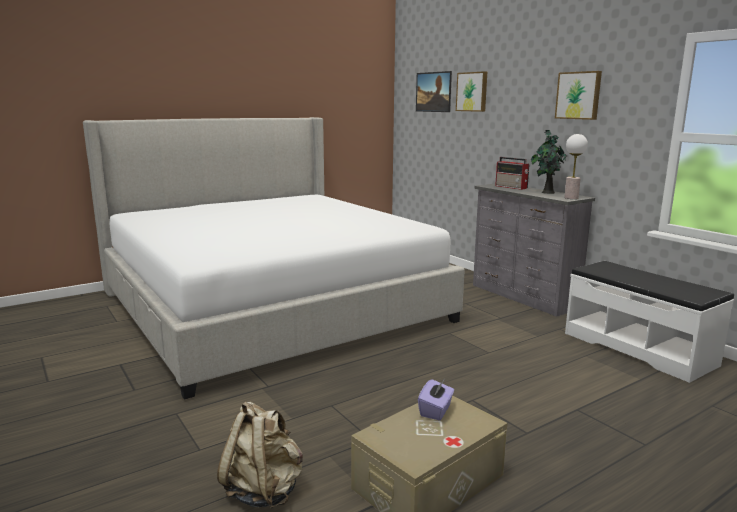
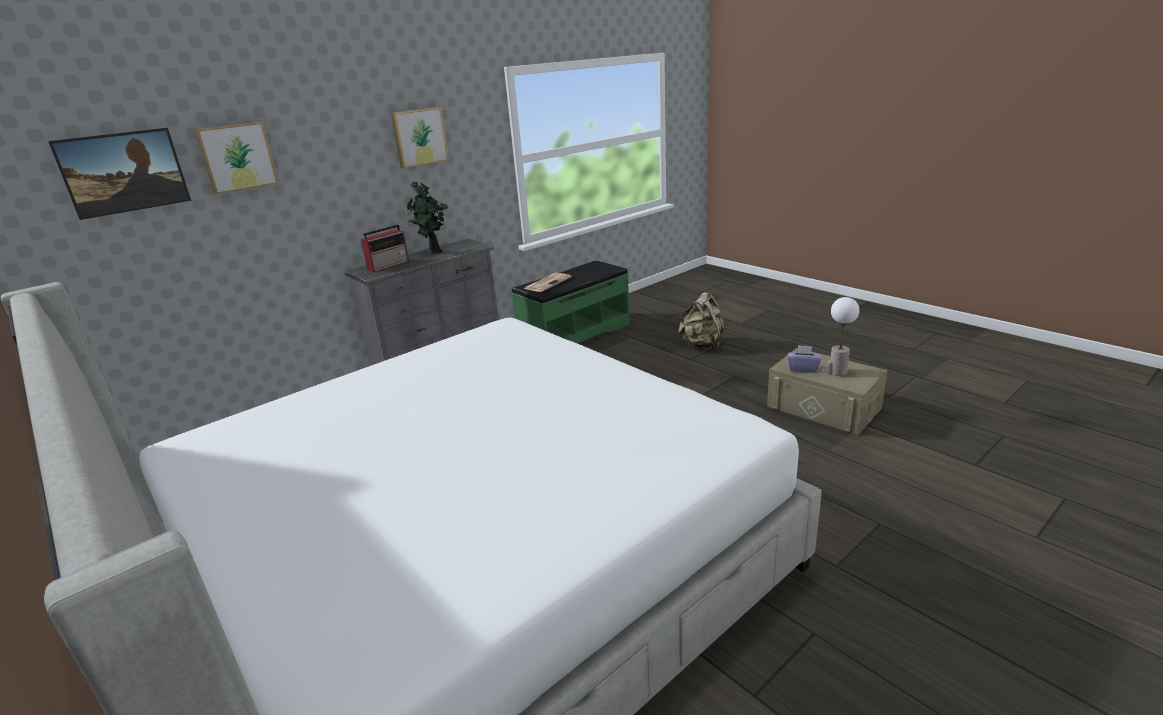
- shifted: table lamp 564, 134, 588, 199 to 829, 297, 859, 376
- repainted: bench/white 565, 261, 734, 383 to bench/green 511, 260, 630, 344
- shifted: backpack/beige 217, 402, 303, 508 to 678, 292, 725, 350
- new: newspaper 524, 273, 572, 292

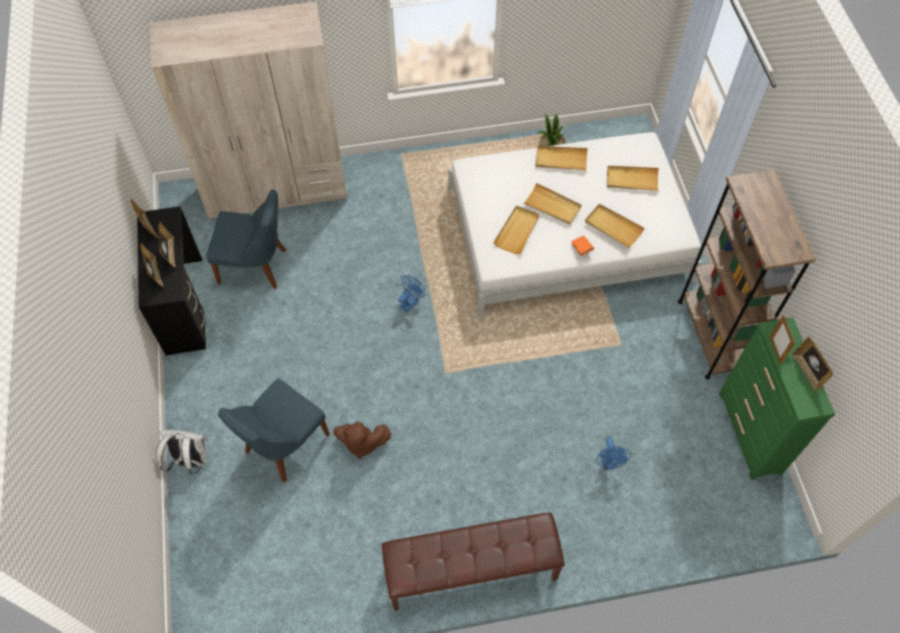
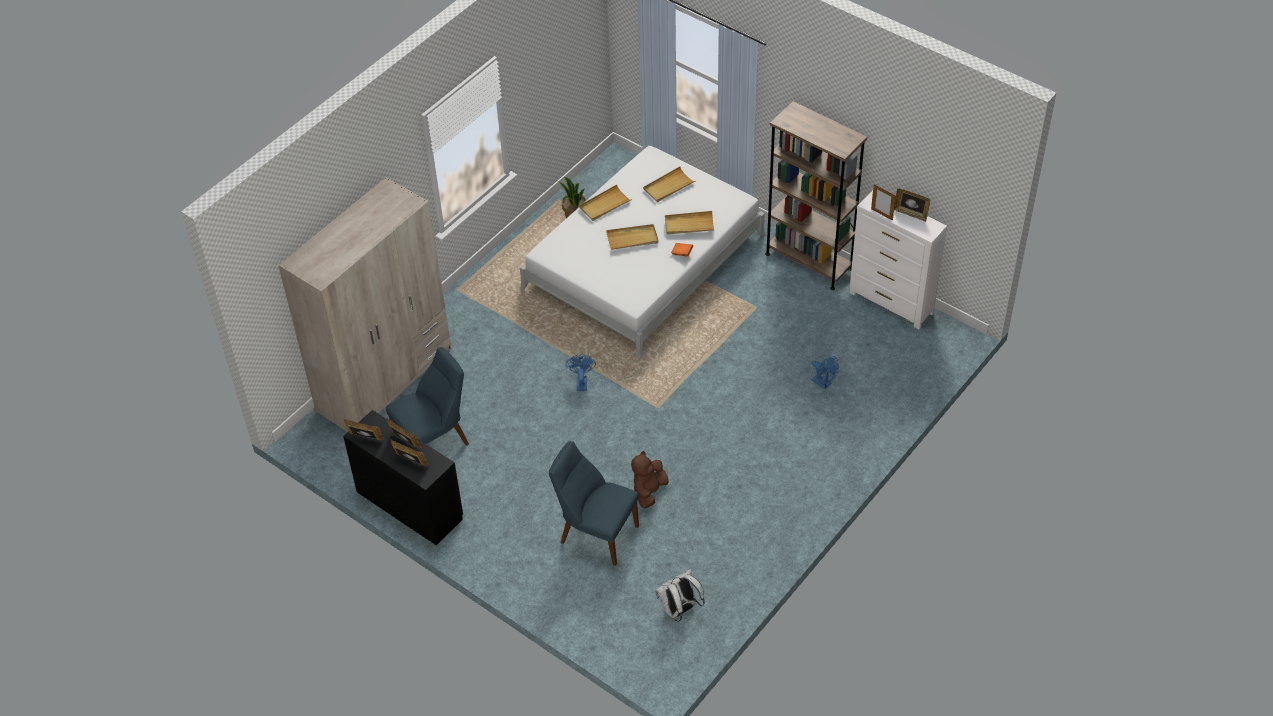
- gone: tray/beige 493, 206, 539, 254
- repainted: dresser/green 719, 317, 835, 480 to dresser/white 849, 190, 947, 329
- rotated: chair/blue 218, 378, 330, 482 = 549, 441, 639, 566 120 degrees clockwise
- rotated: plush toy/brown 333, 422, 392, 459 = 631, 451, 669, 508 150 degrees clockwise
- shifted: backpack/white 156, 430, 207, 474 to 655, 569, 705, 622
- gone: bench/brown 382, 513, 565, 611

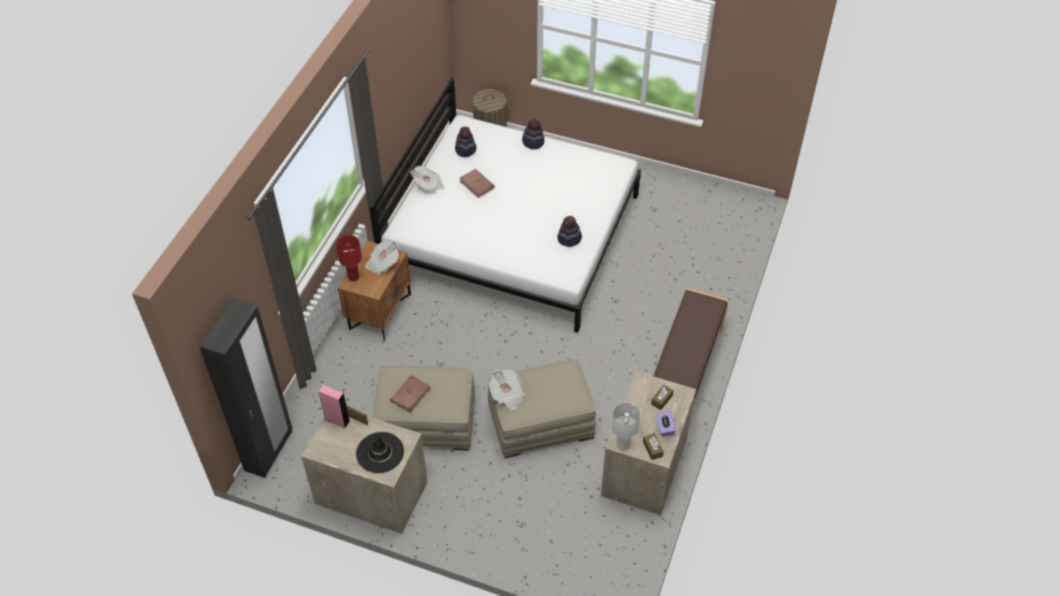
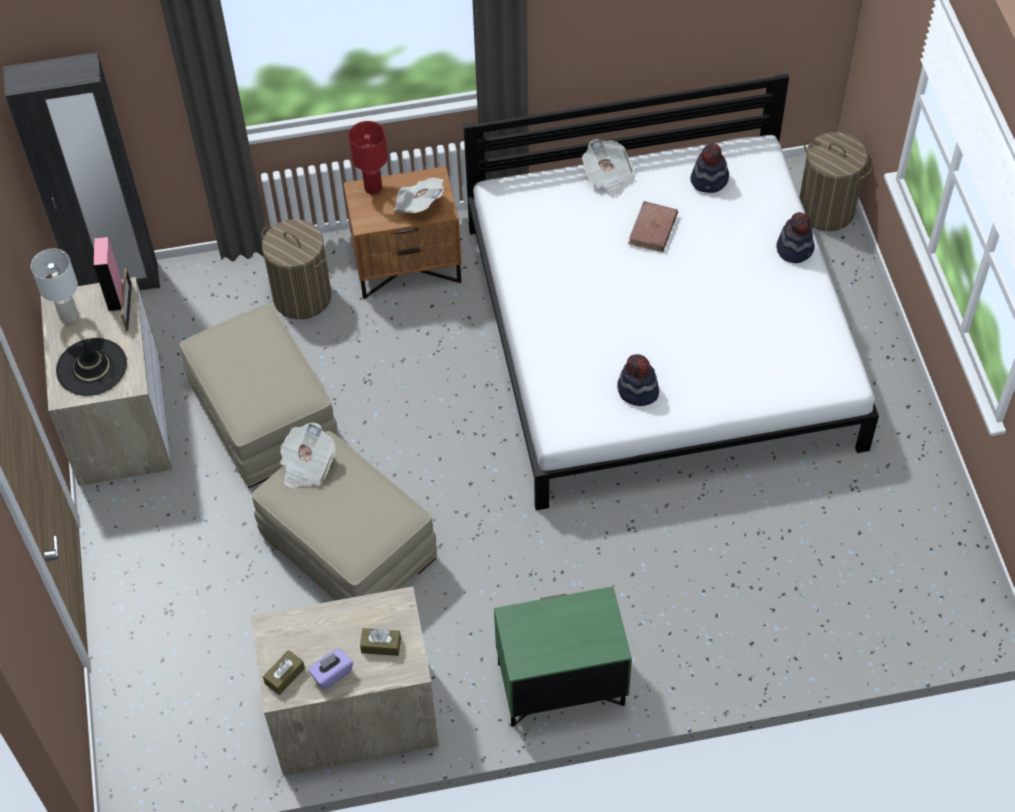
- swapped: bench/brown 654, 288, 729, 431 to nightstand/green 494, 586, 632, 727
- gone: book/brown 390, 375, 431, 413
- shifted: table lamp/white 612, 402, 640, 451 to 31, 249, 78, 323
- new: laundry basket 262, 219, 331, 320

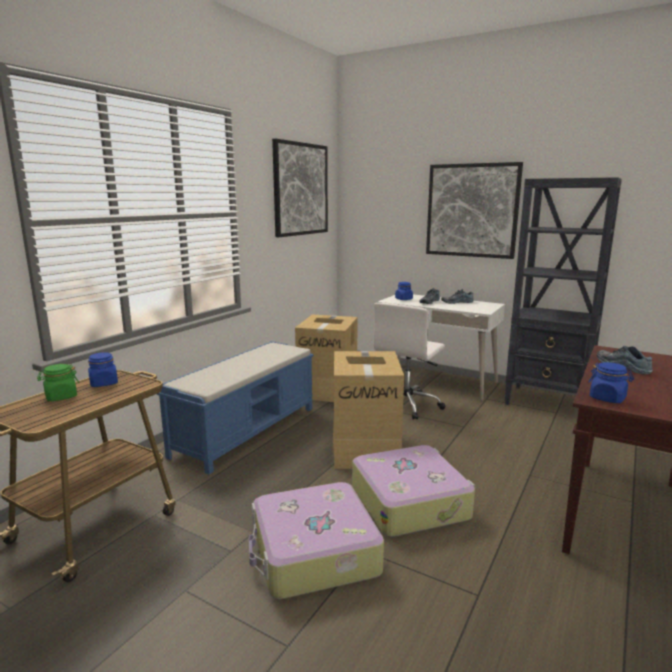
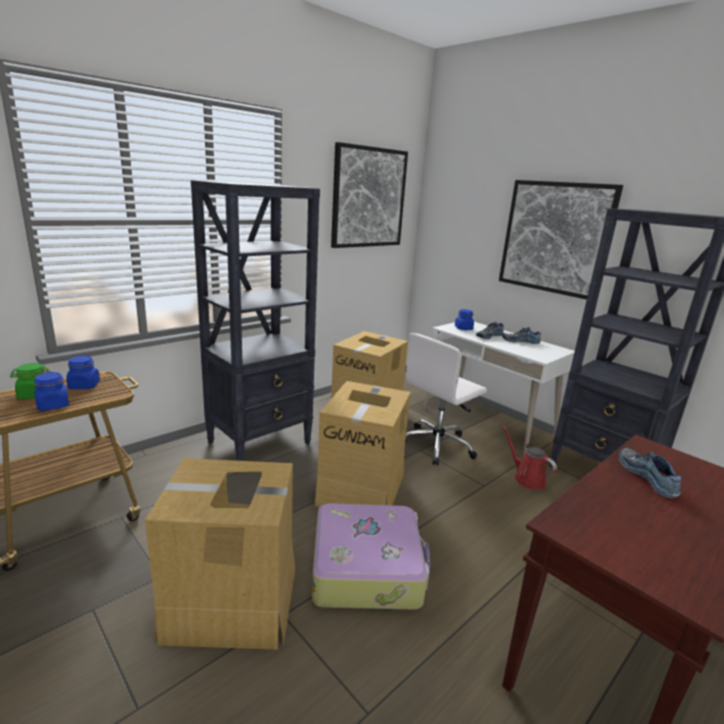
- swapped: bench/blue 157, 341, 313, 475 to bookcase/black 191, 180, 320, 461
- shifted: jar/blue 589, 362, 634, 403 to 34, 372, 69, 411
- swapped: suitcase 249, 482, 384, 599 to cardboard box 145, 458, 295, 650
- new: watering can/red 503, 426, 557, 490

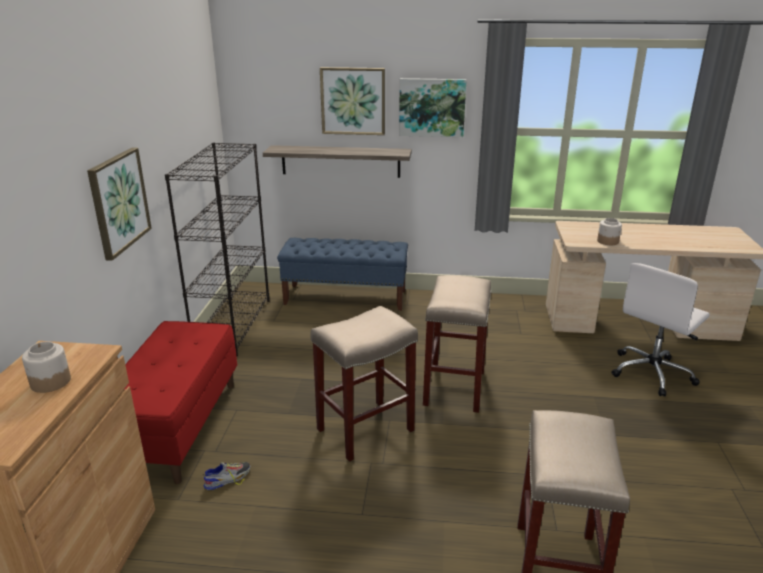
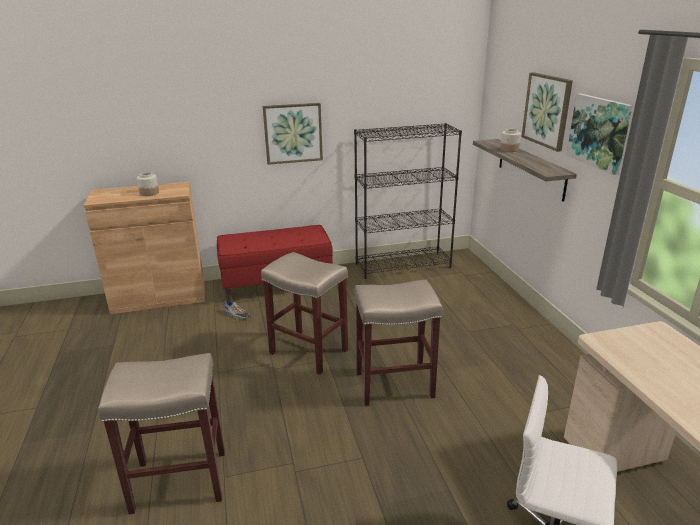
- shifted: jar 597, 218, 622, 245 to 500, 129, 521, 152
- gone: bench/blue 277, 238, 408, 311

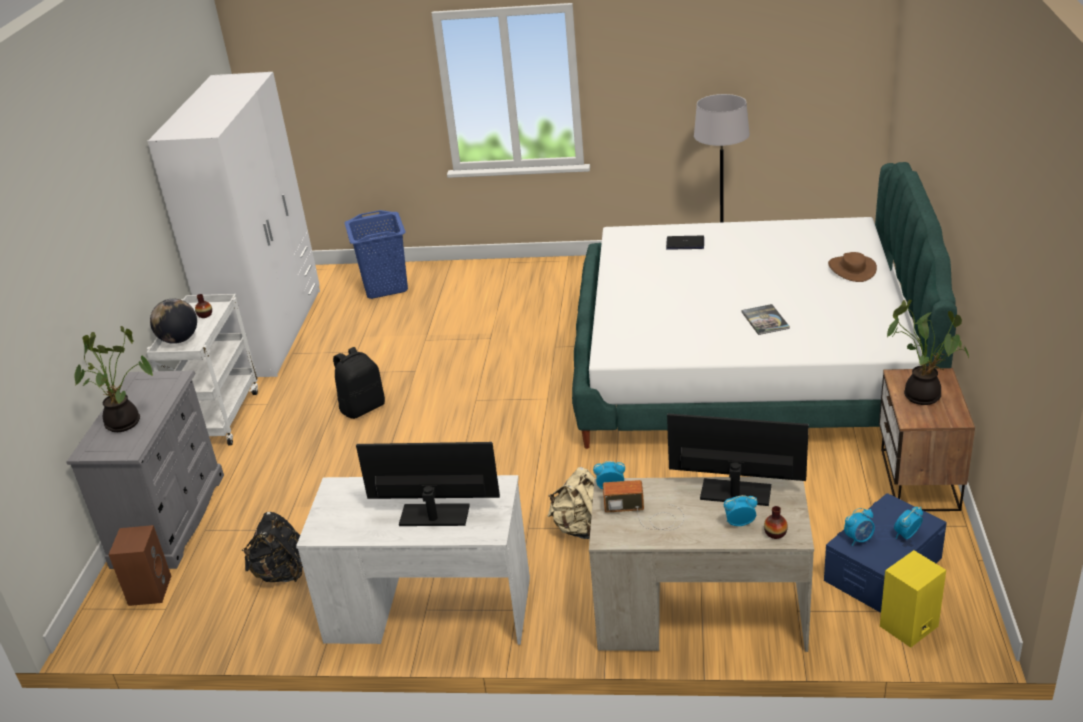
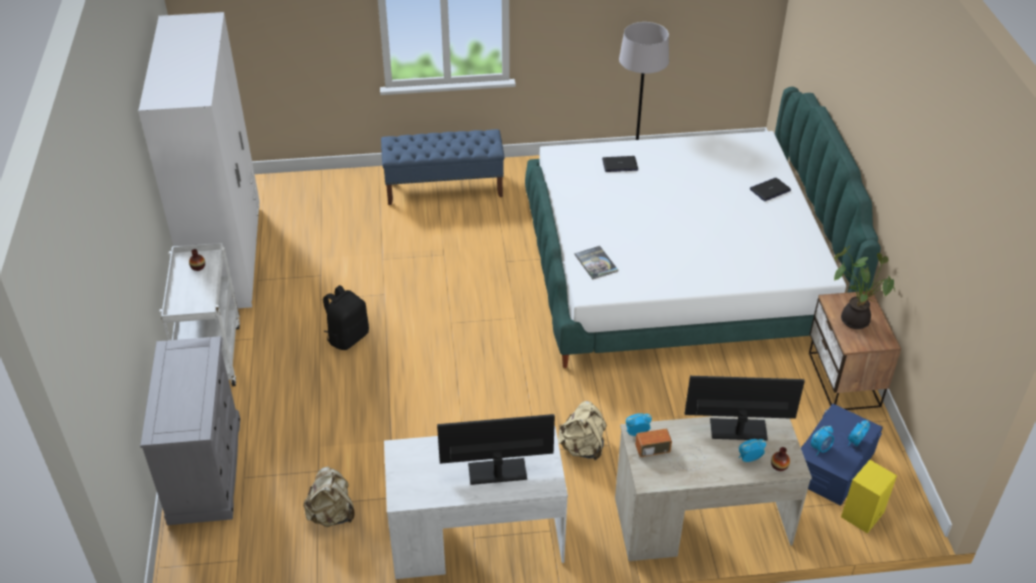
- gone: laundry basket/blue 345, 210, 408, 299
- swapped: hat/brown 828, 252, 877, 282 to laptop 750, 178, 791, 201
- gone: globe 150, 299, 197, 344
- shifted: book 741, 304, 790, 335 to 575, 246, 618, 279
- gone: potted plant 74, 326, 153, 432
- repainted: backpack/black 242, 512, 303, 582 to backpack/beige 304, 466, 355, 527
- gone: speaker/brown 109, 525, 171, 606
- new: bench/blue 381, 129, 505, 205

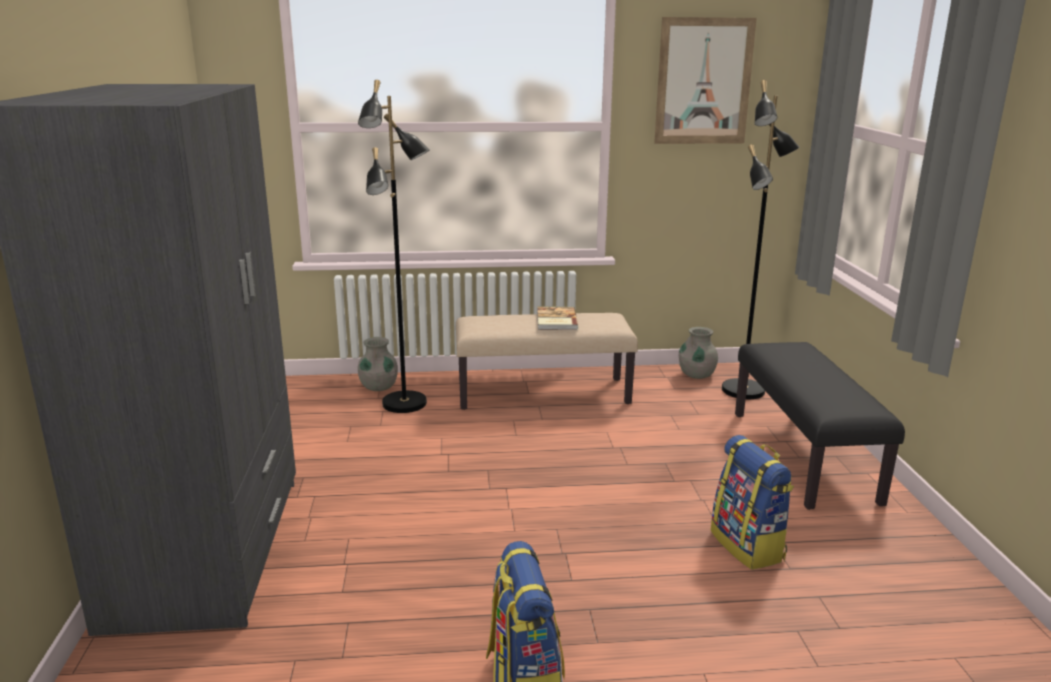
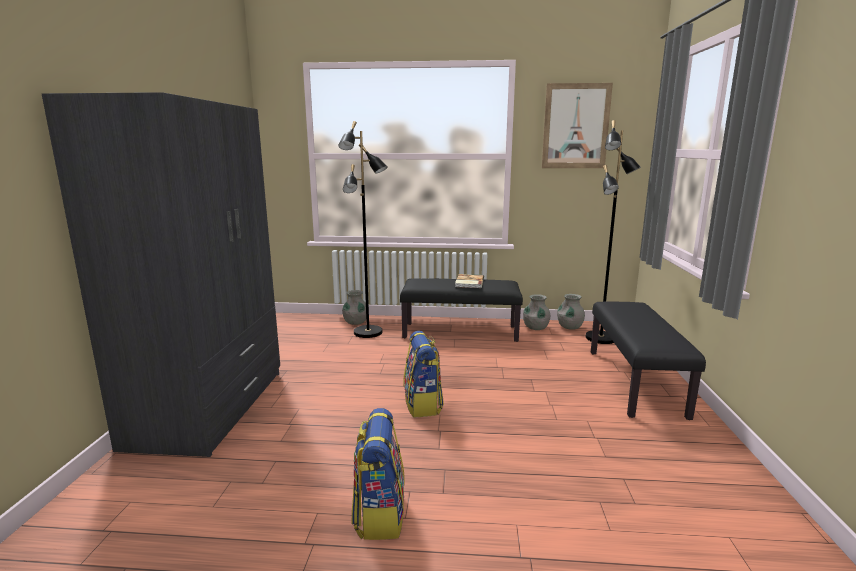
- repainted: bench/beige 456, 313, 638, 410 to bench/black 400, 278, 523, 342
- shifted: backpack 711, 435, 794, 570 to 403, 331, 444, 418
- new: vase/grey 523, 294, 550, 330

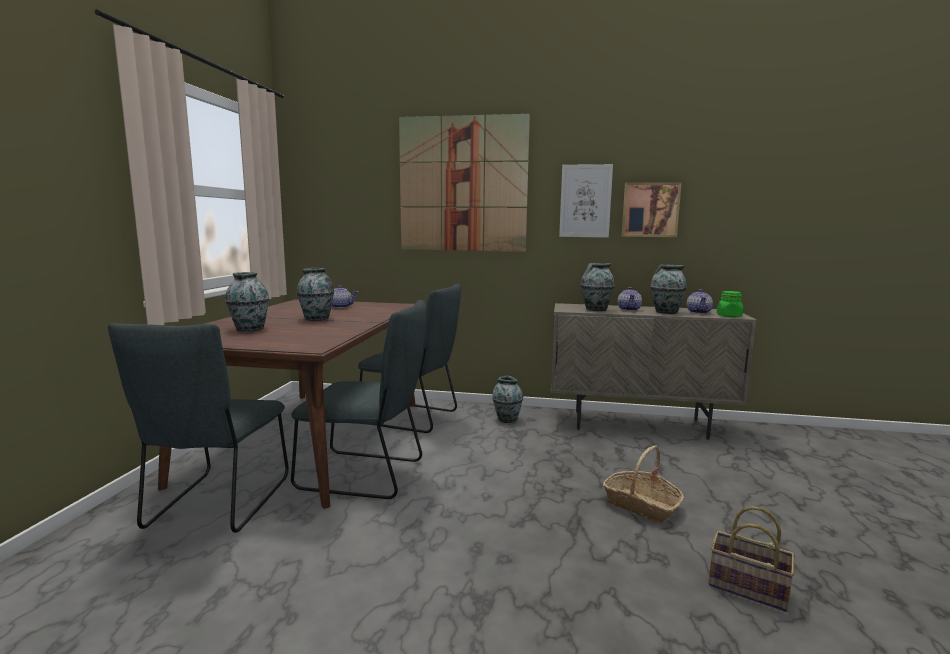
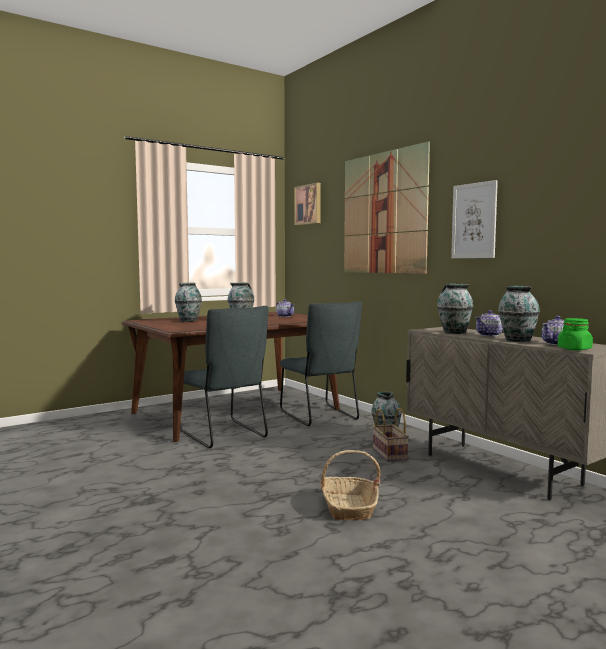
- shifted: picture 622, 182, 682, 237 to 294, 183, 321, 225
- gone: chair/grey 108, 323, 289, 533
- shifted: basket 708, 506, 795, 612 to 372, 408, 409, 462

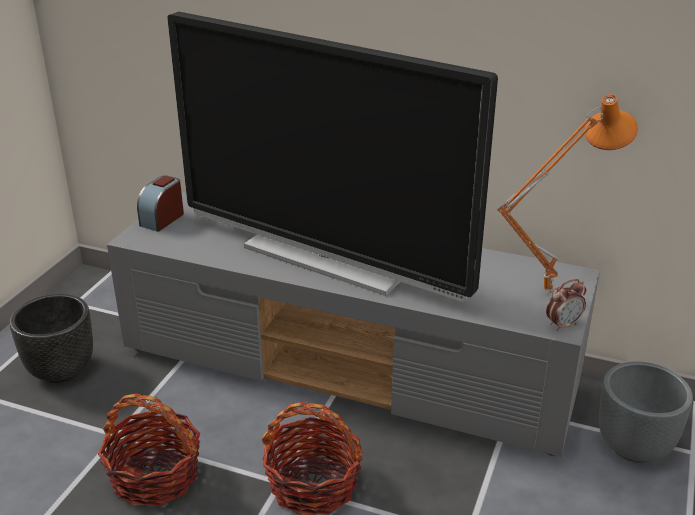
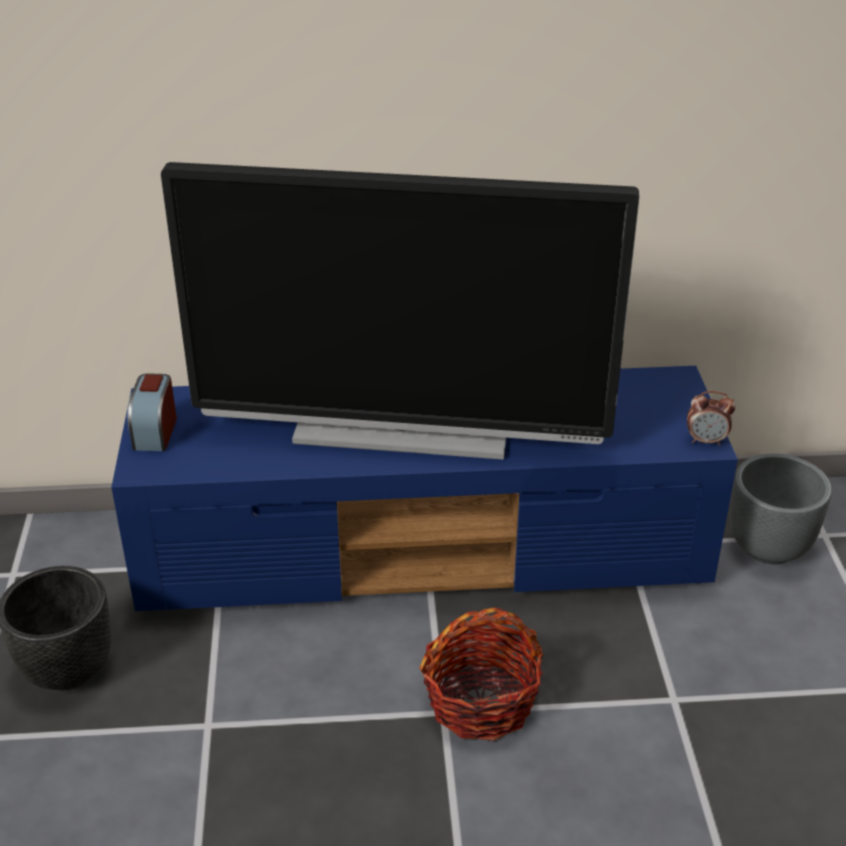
- gone: table lamp/orange 497, 94, 638, 294
- repainted: tv stand/grey 107, 192, 600, 457 to tv stand/blue 111, 366, 738, 611
- rotated: alarm clock 546, 279, 586, 331 = 687, 391, 735, 446 60 degrees clockwise
- gone: basket 98, 393, 200, 506

